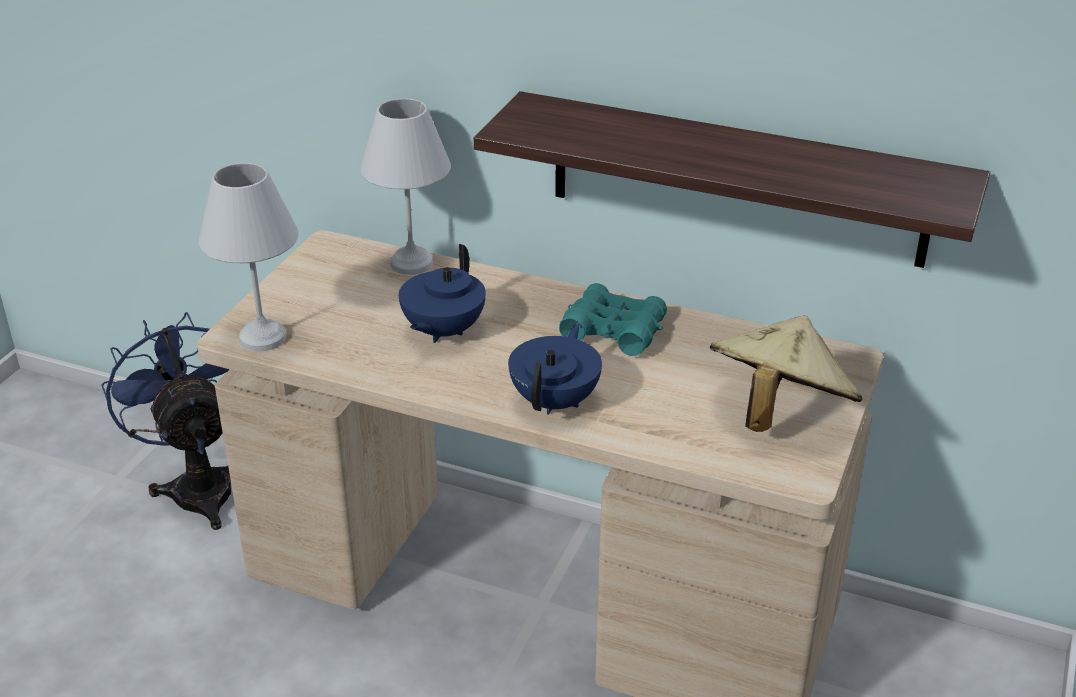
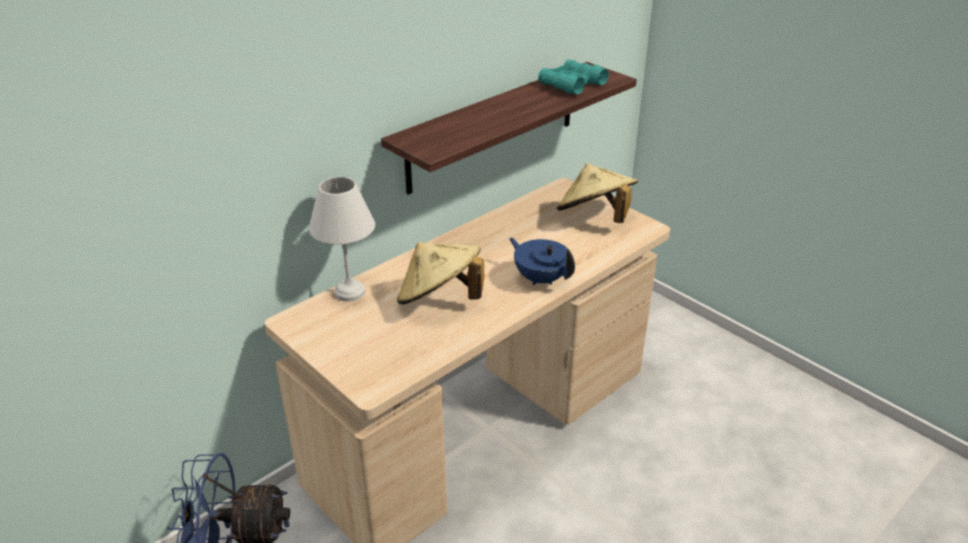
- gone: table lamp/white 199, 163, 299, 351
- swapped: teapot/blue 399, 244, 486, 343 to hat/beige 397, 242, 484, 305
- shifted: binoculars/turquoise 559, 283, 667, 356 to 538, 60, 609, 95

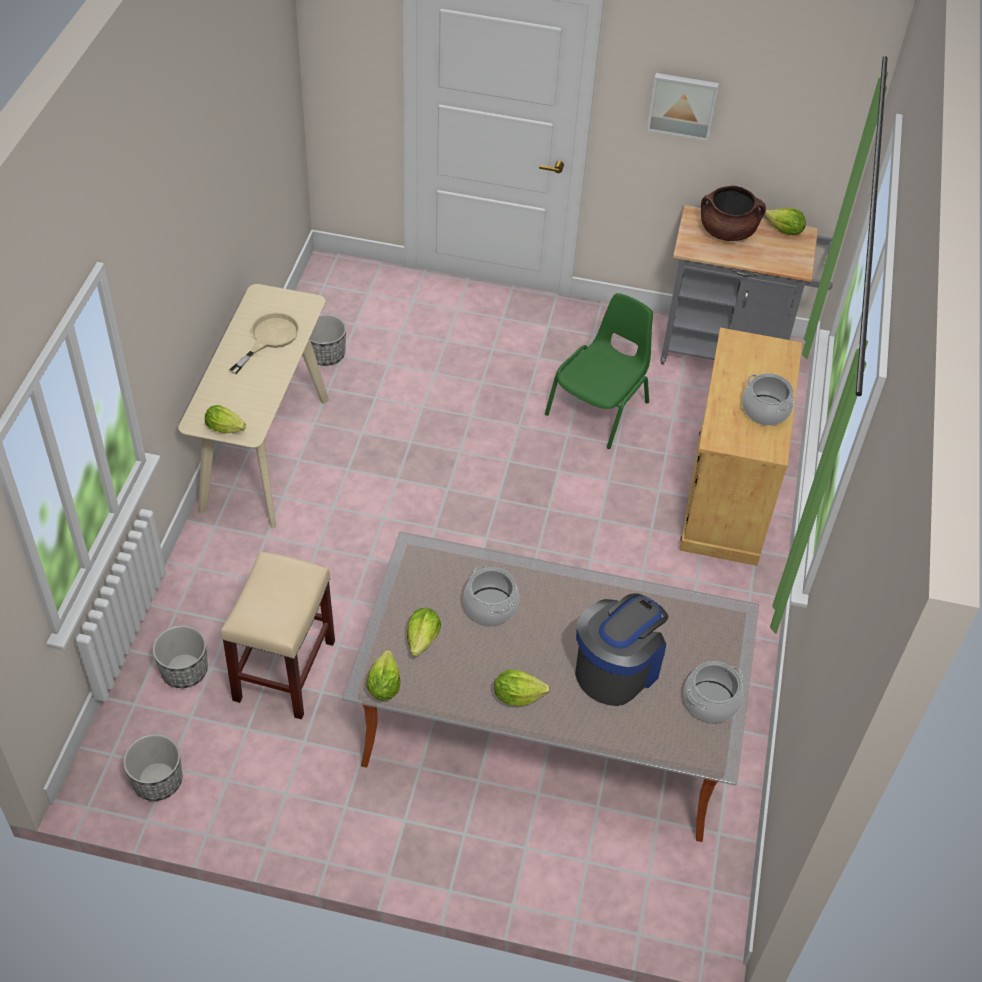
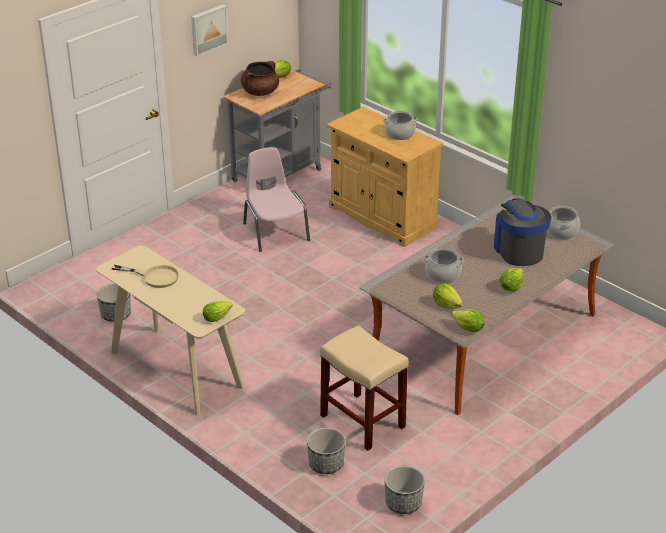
- repainted: chair/green 545, 293, 653, 449 to chair/pink 243, 147, 310, 252
- rotated: frying pan/beige 229, 313, 299, 374 = 112, 265, 179, 288 135 degrees clockwise

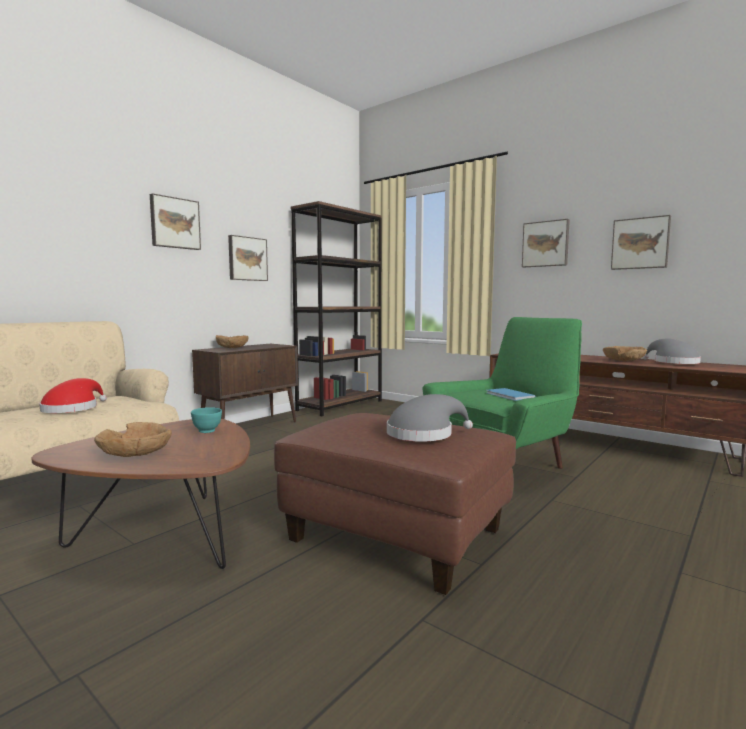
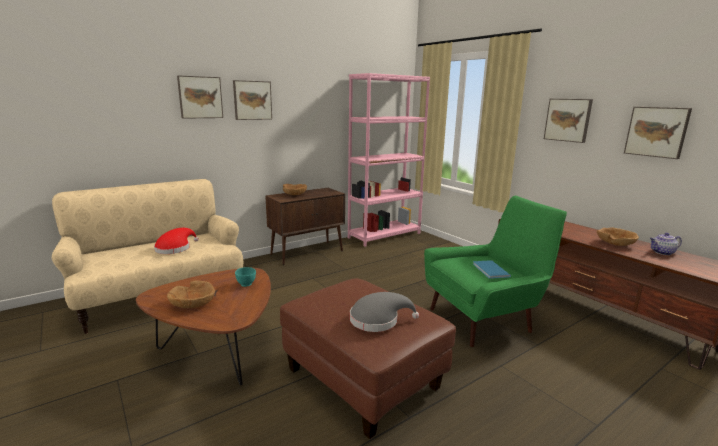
- repainted: bookcase/brown 290, 201, 382, 416 to bookcase/pink 348, 73, 430, 247
- shifted: picture 228, 235, 268, 281 to 177, 76, 223, 119
- swapped: hat/grey 643, 339, 701, 364 to teapot 650, 233, 682, 255

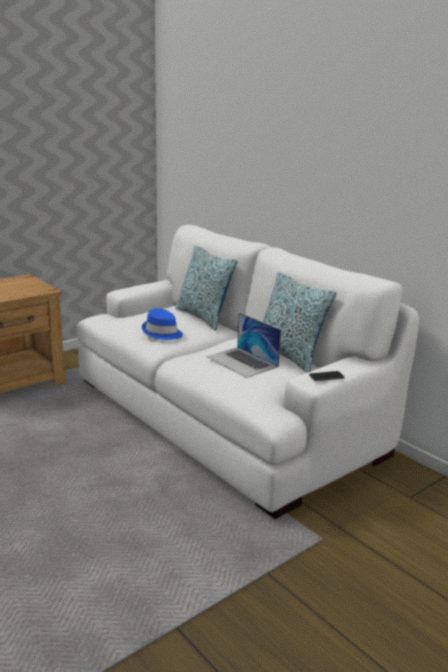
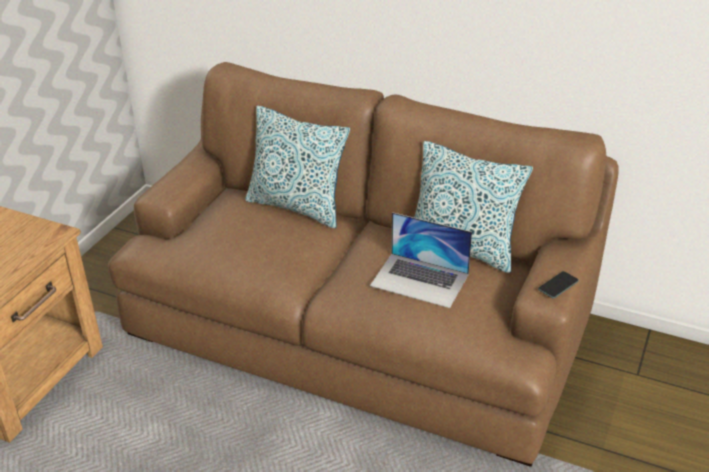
- repainted: sofa/white 77, 225, 419, 519 to sofa/brown 108, 62, 619, 467
- gone: hat/blue 142, 308, 183, 340

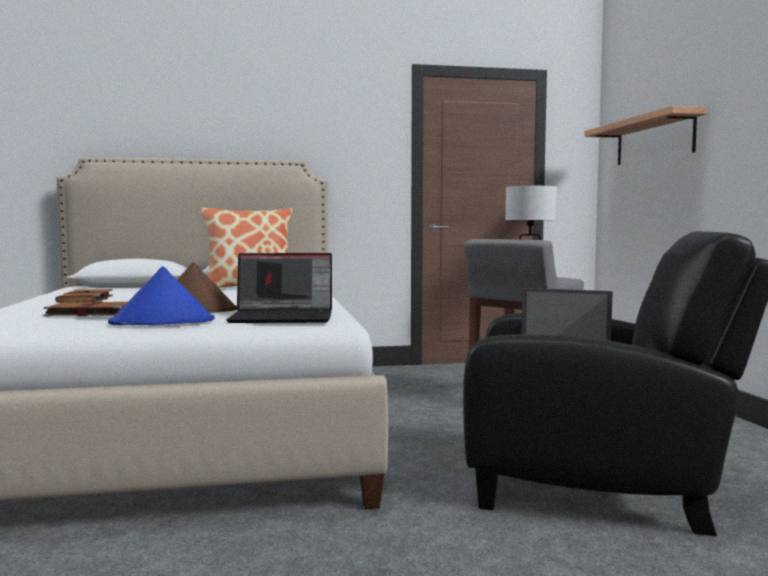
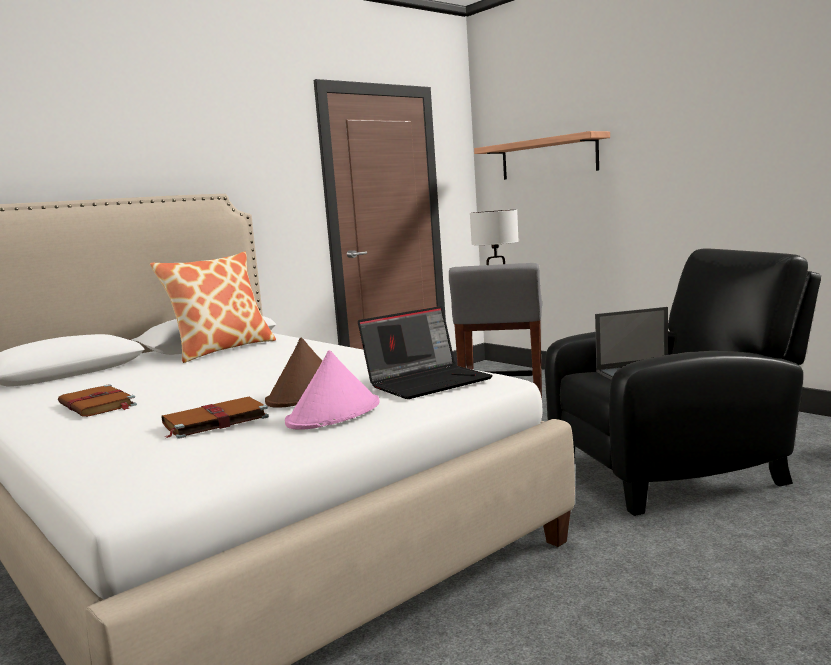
- repainted: hat/blue 108, 266, 215, 325 to hat/pink 285, 350, 380, 430

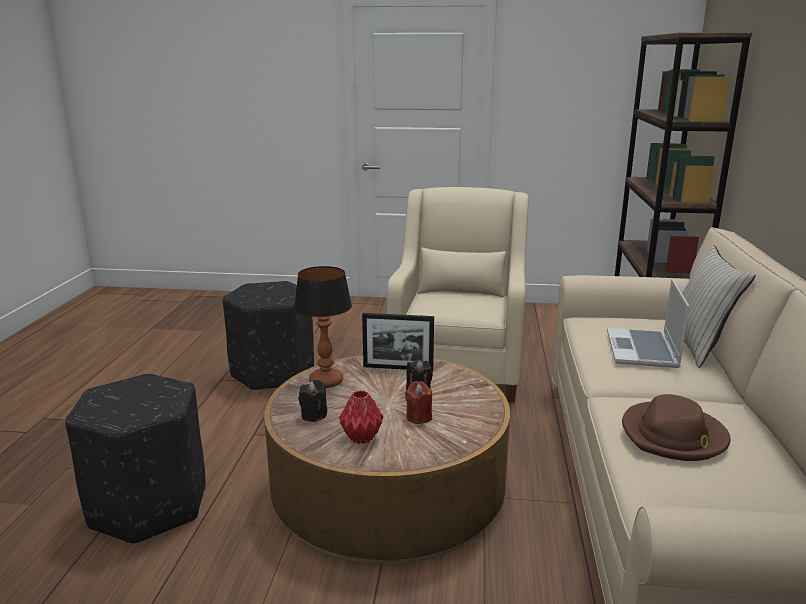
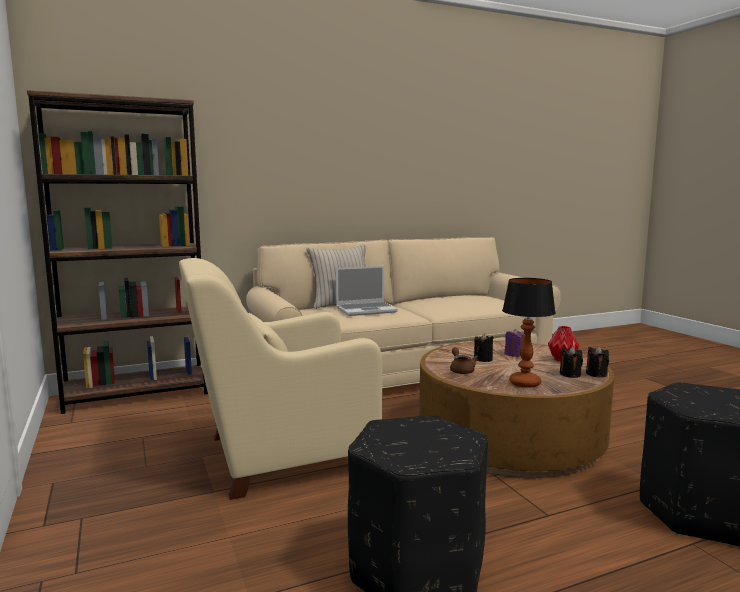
- swapped: picture frame 362, 313, 434, 371 to teapot/brown 450, 347, 478, 374
- repainted: candle/red 405, 381, 432, 424 to candle/purple 505, 329, 524, 357
- gone: hat/brown 622, 394, 731, 461
- new: candle/black 586, 346, 609, 378

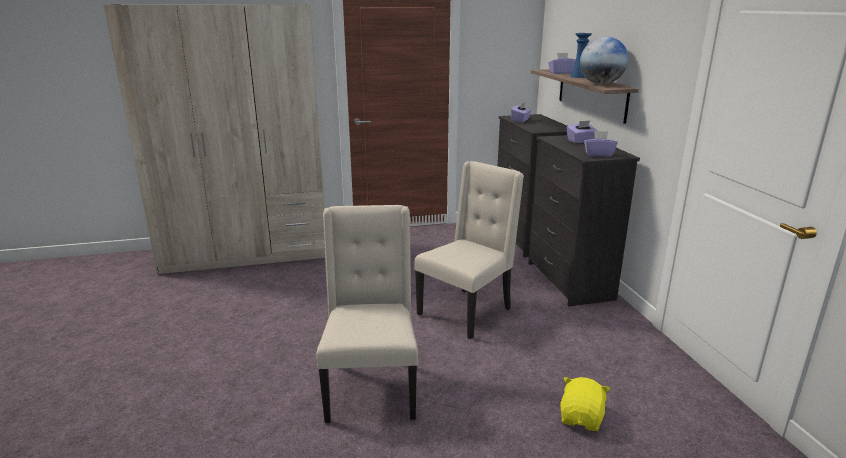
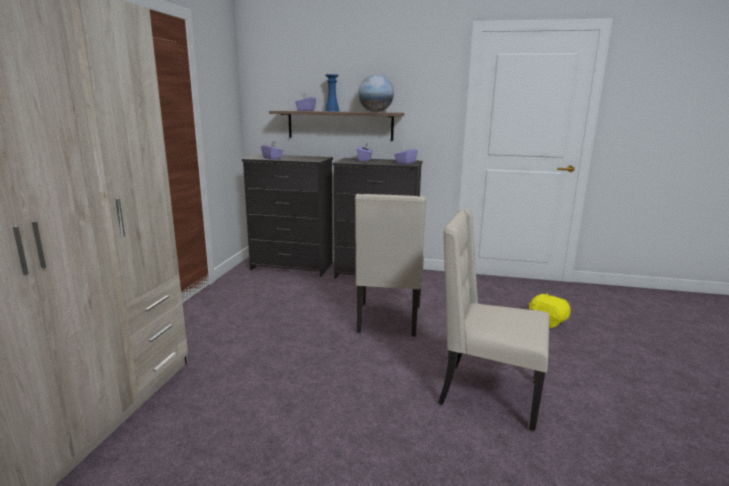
- rotated: chair/beige 414, 161, 524, 339 = 355, 194, 426, 337 150 degrees counterclockwise

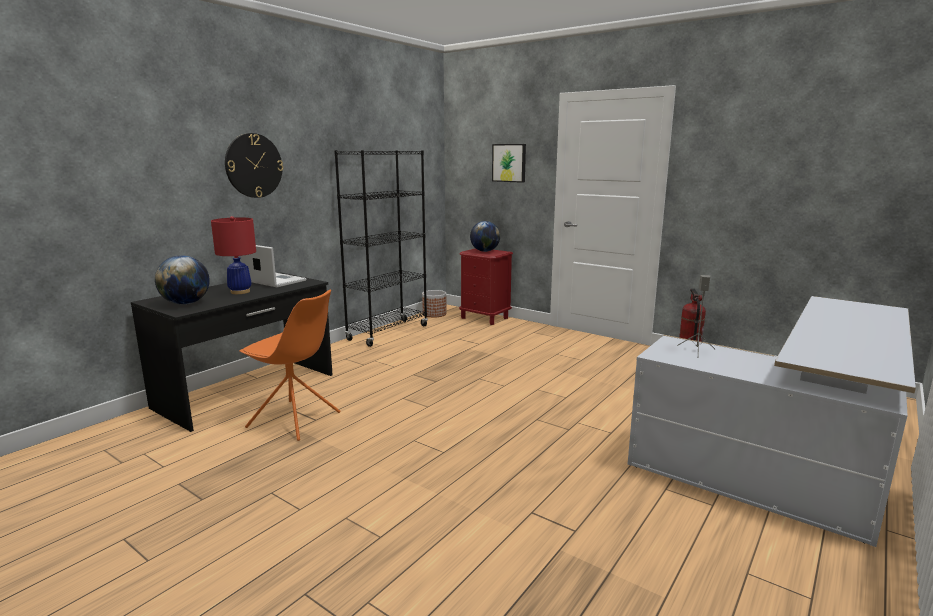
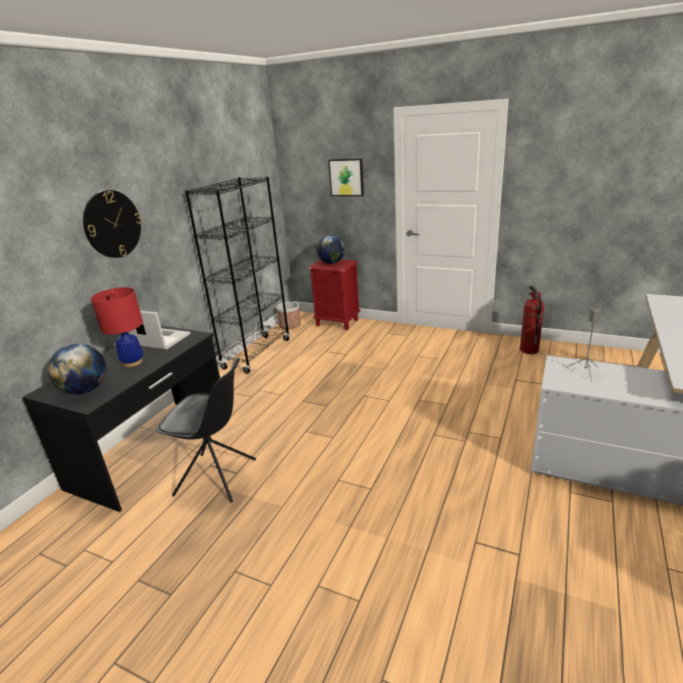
- repainted: chair/orange 239, 290, 341, 441 to chair/black 156, 357, 256, 502

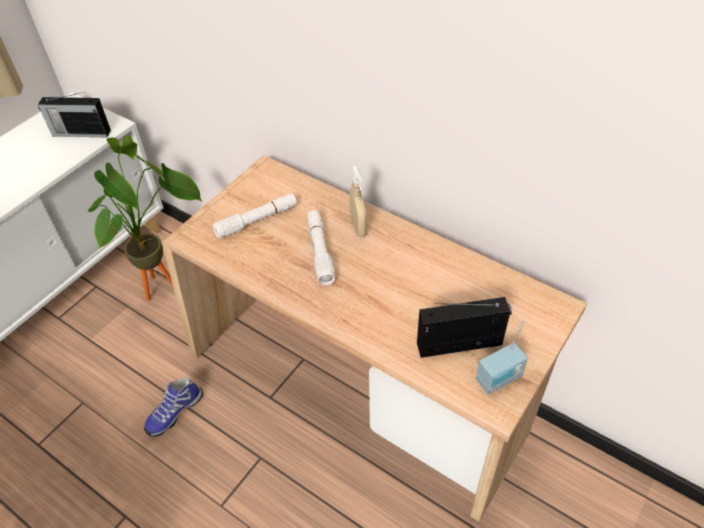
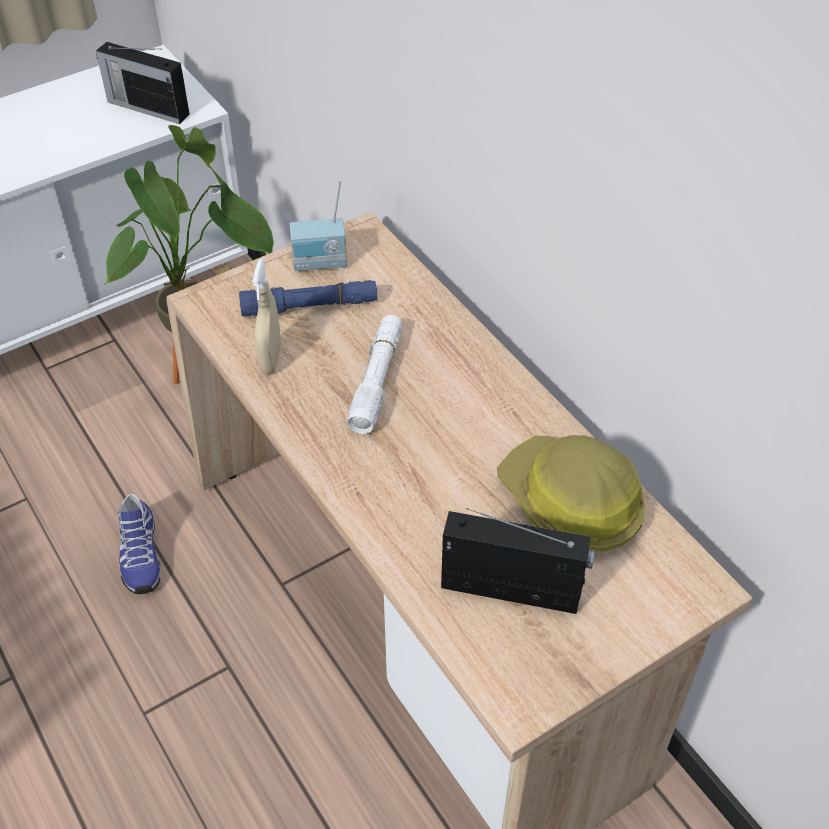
- shifted: spray bottle/beige 349, 166, 367, 237 to 252, 259, 281, 375
- repainted: flashlight/white 213, 194, 297, 238 to flashlight/blue 239, 280, 377, 317
- shifted: radio 476, 320, 528, 394 to 290, 180, 347, 271
- rotated: shoe 144, 378, 203, 437 = 118, 493, 161, 594 75 degrees counterclockwise
- new: hard hat 497, 435, 645, 551

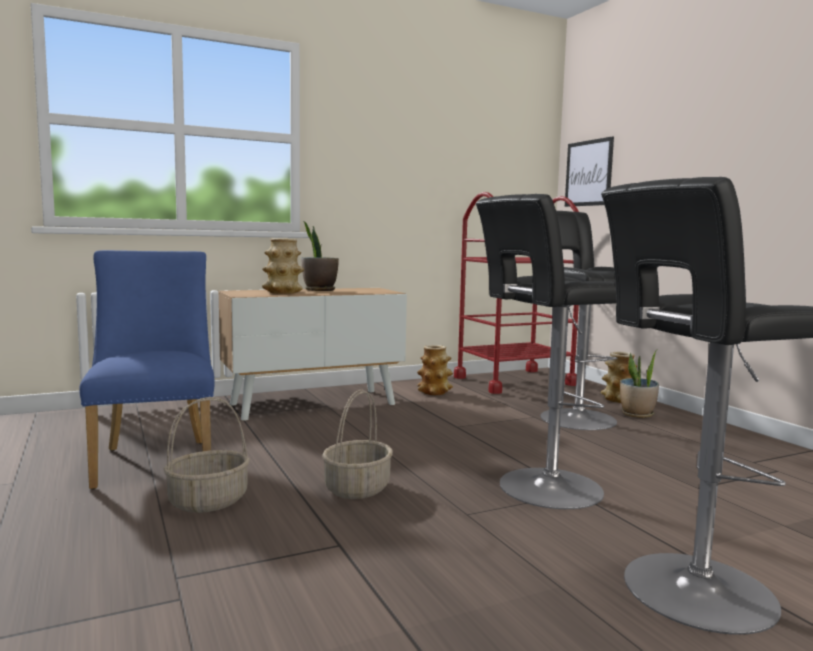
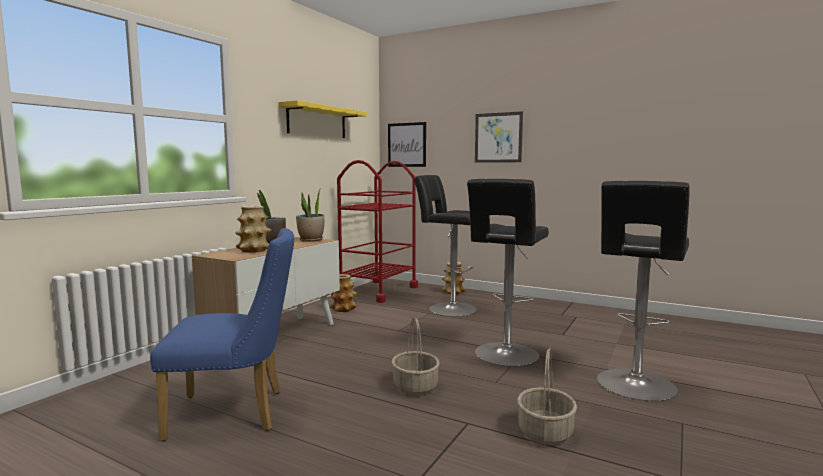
- rotated: chair/blue 79, 250, 215, 490 = 150, 228, 294, 441 135 degrees clockwise
- shifted: potted plant 620, 349, 659, 418 to 296, 190, 324, 242
- shifted: basket 164, 397, 250, 513 to 517, 348, 577, 445
- new: shelf/yellow 278, 100, 367, 138
- new: picture 475, 111, 523, 163

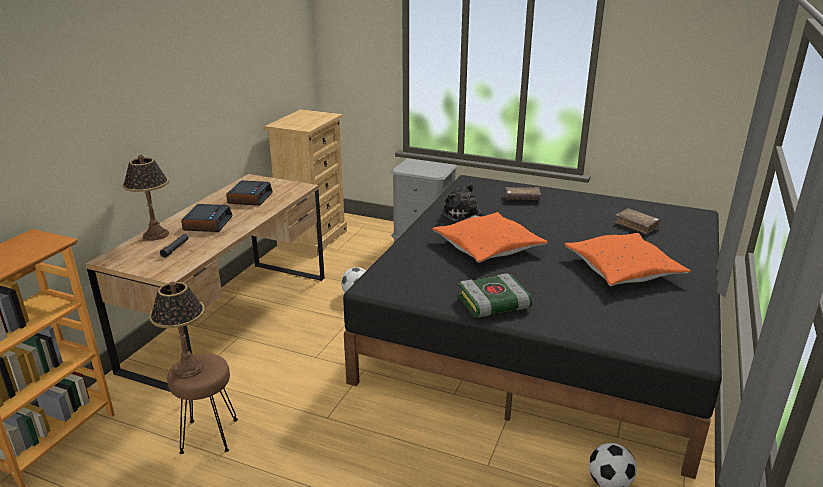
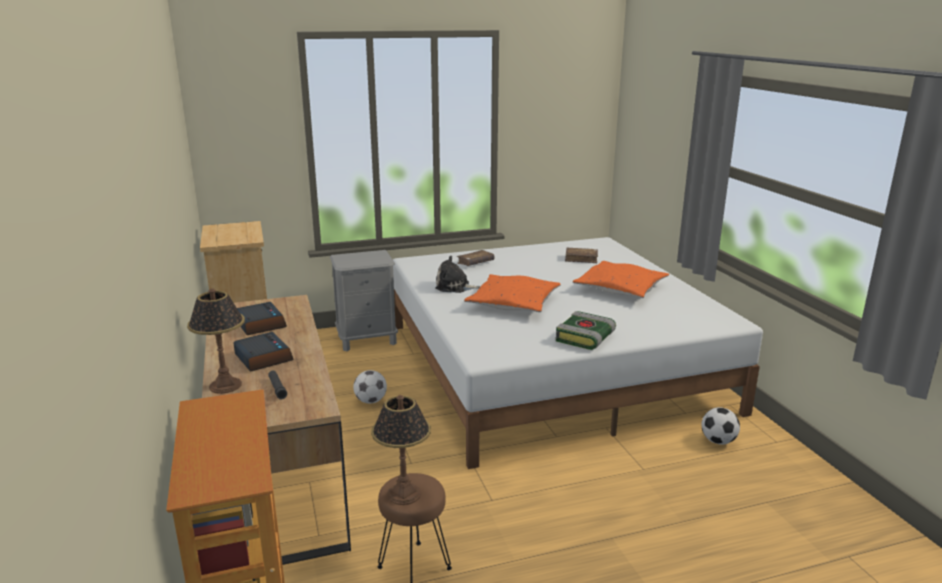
- repainted: bed/black 343, 175, 722, 479 to bed/white 393, 237, 763, 469

